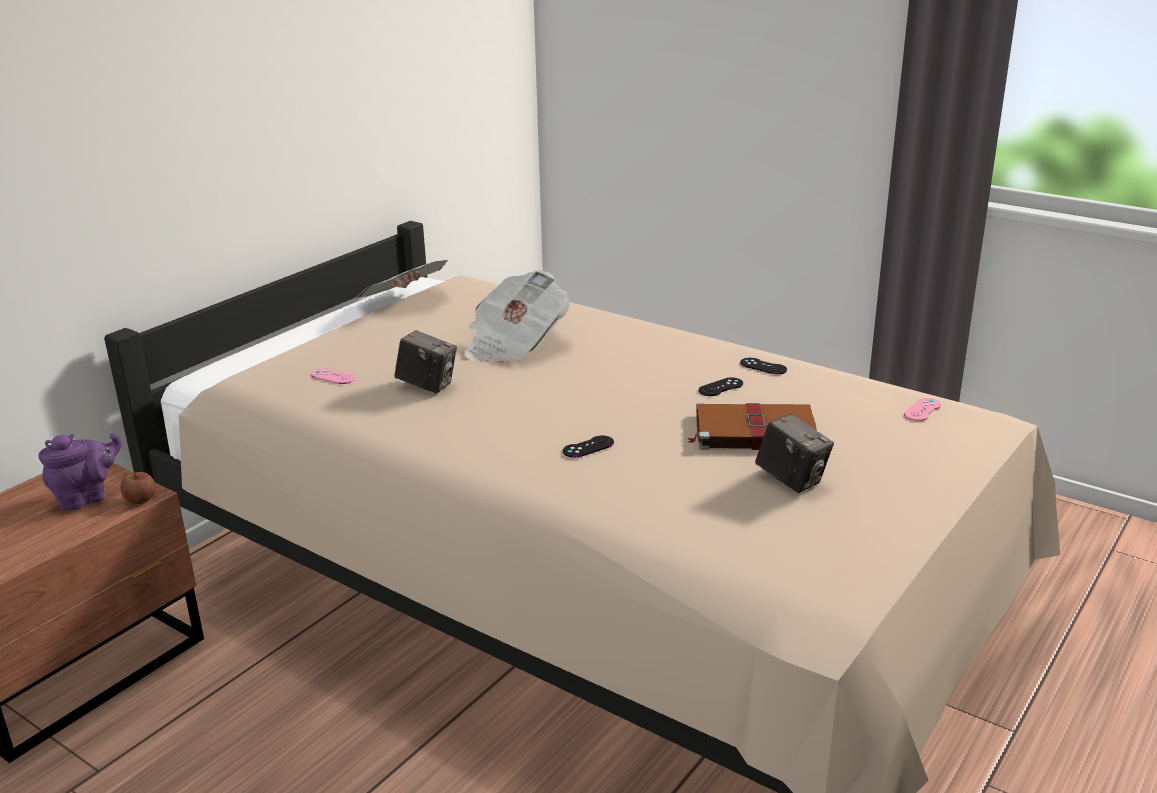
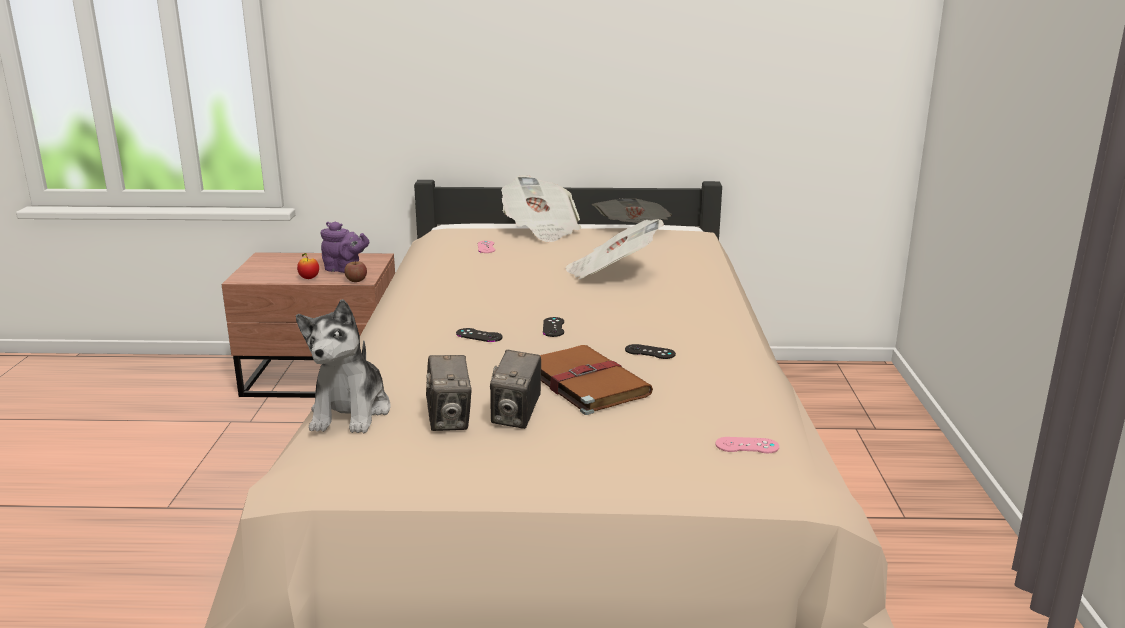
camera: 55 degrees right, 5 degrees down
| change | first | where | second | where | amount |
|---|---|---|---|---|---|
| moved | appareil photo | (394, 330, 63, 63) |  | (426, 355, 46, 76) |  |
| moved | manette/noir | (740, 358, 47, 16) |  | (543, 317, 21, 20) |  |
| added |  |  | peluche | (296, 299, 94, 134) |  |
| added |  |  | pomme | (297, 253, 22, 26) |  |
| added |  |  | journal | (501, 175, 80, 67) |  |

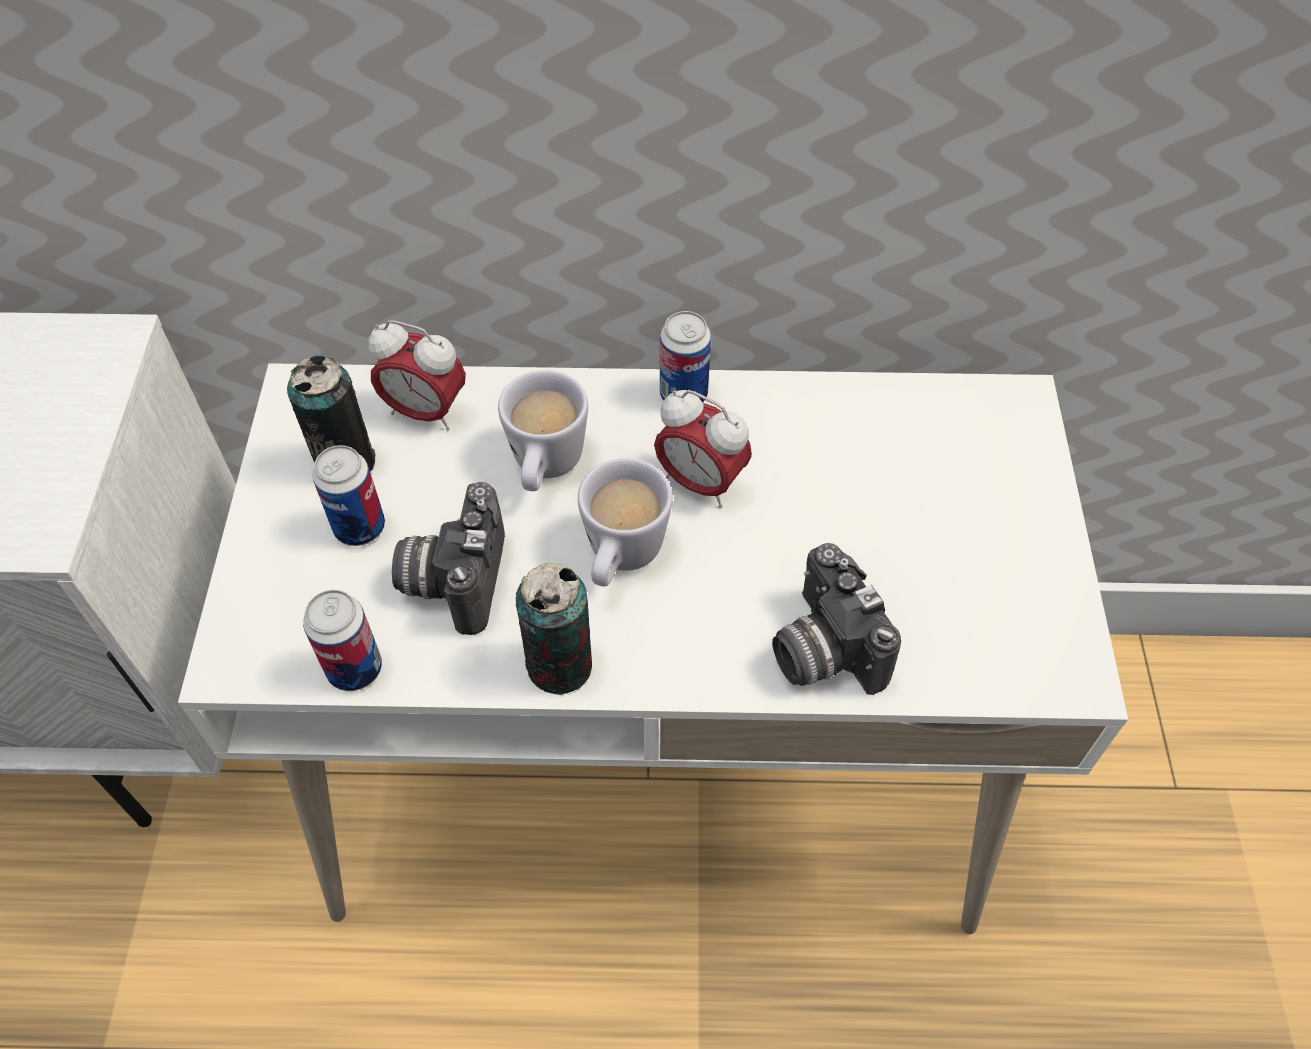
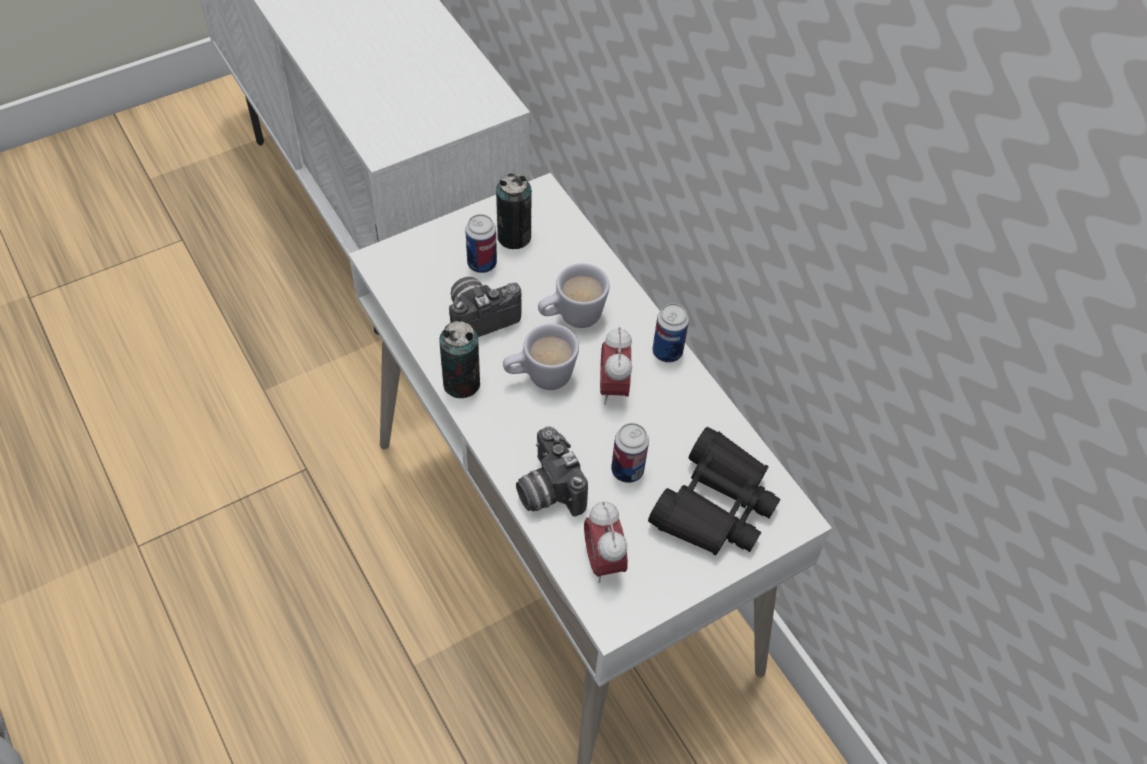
camera: 55 degrees right, 0 degrees up
| change | first | where | second | where | amount |
|---|---|---|---|---|---|
| moved | boîte métallique | (303, 590, 79, 101) |  | (611, 423, 38, 60) |  |
| moved | réveil | (368, 320, 98, 110) |  | (584, 502, 44, 81) |  |
| turned | appareil photo | (772, 543, 129, 152) |  | (516, 426, 72, 90) | 60 degrees counterclockwise |
| added |  |  | jumelles/noir | (648, 427, 133, 128) |  |

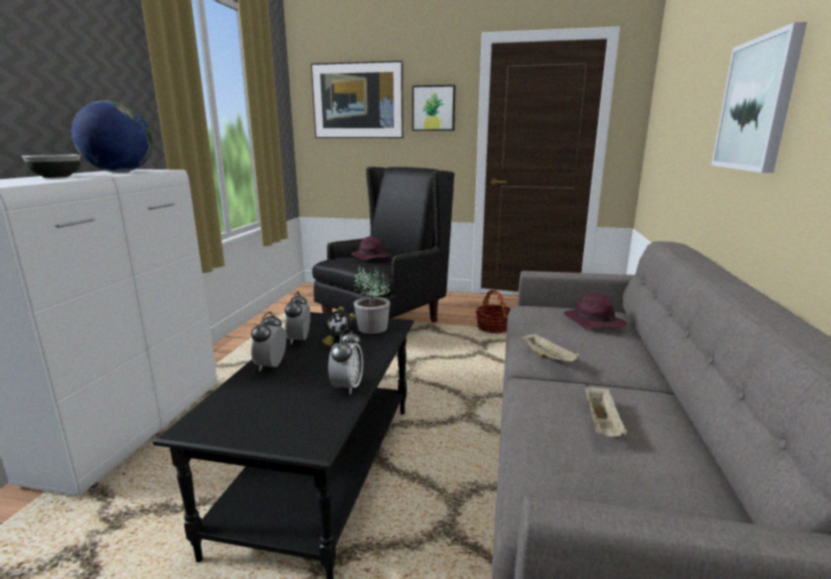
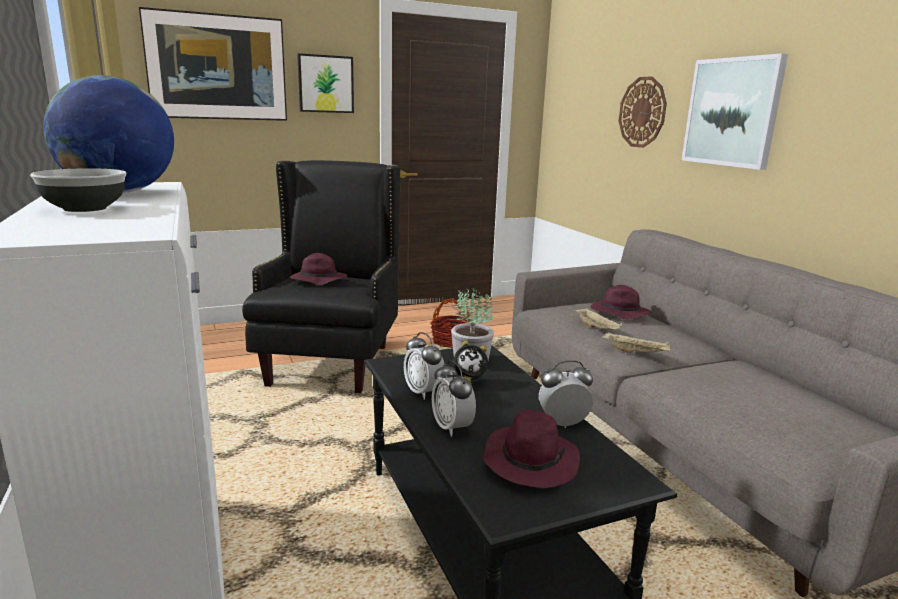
camera: 35 degrees left, 0 degrees up
| change | first | where | second | where | amount |
|---|---|---|---|---|---|
| turned | réveil | (328, 328, 35, 67) |  | (539, 360, 54, 68) | 75 degrees counterclockwise |
| moved | plateau/beige | (585, 384, 42, 53) |  | (574, 308, 48, 21) |  |
| added |  |  | chapeau/violet | (483, 410, 97, 78) |  |
| added |  |  | horloge murale | (619, 76, 48, 72) |  |

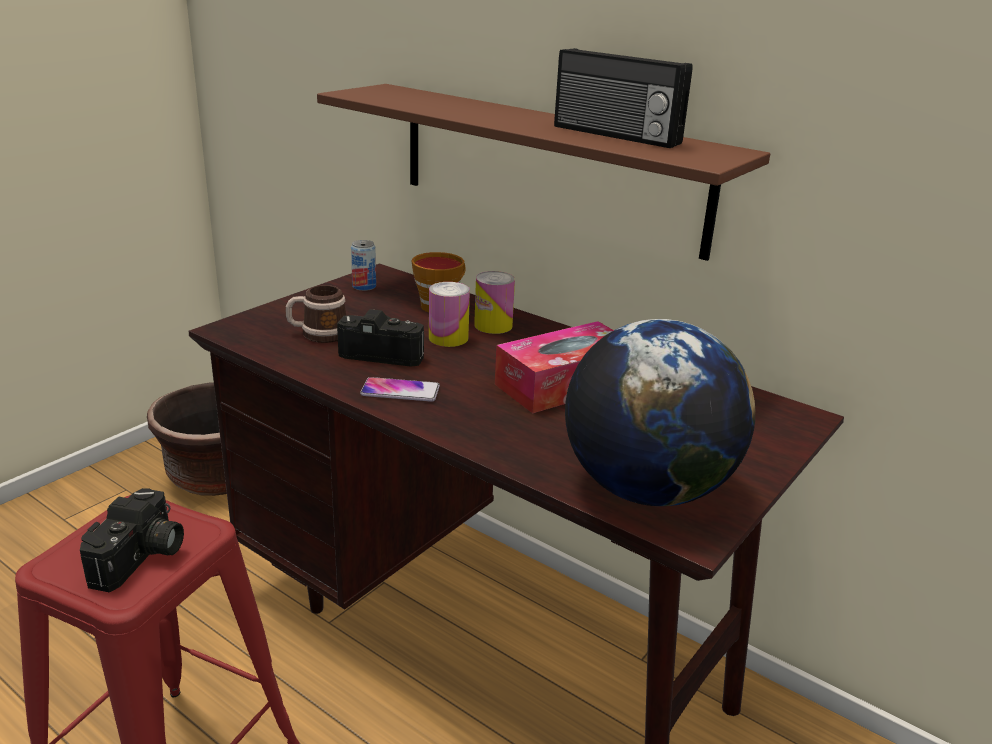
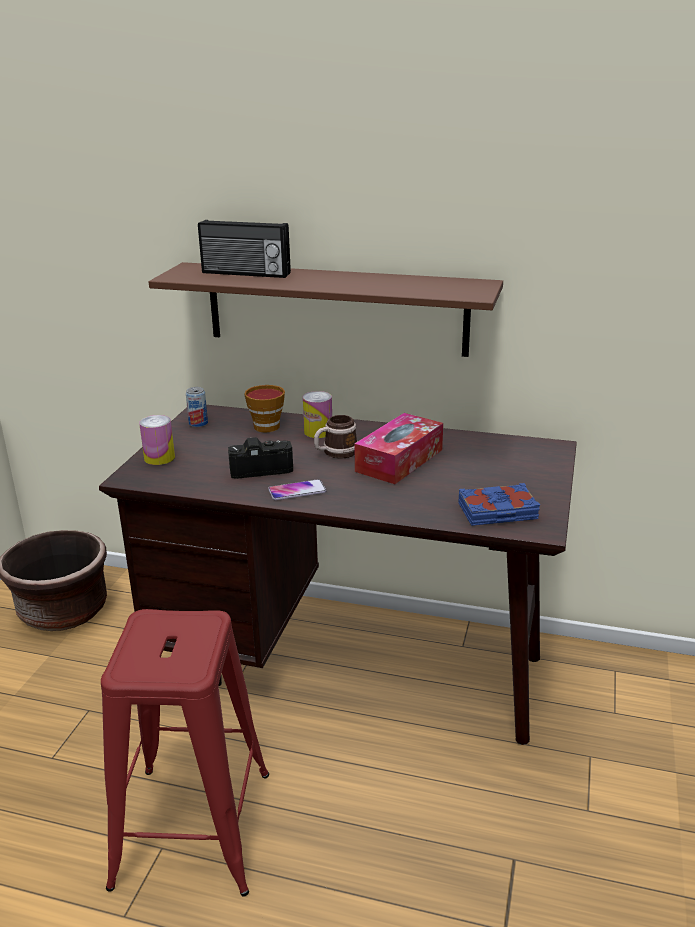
camera: 20 degrees left, 0 degrees up
| change | first | where | second | where | amount |
|---|---|---|---|---|---|
| removed | appareil photo | (80, 488, 104, 105) |  |  |  |
| moved | mug | (286, 285, 60, 58) |  | (314, 415, 44, 43) |  |
| moved | boîte métallique | (429, 282, 41, 65) |  | (139, 415, 36, 50) |  |
| moved | radio | (554, 48, 139, 100) |  | (198, 220, 93, 58) |  |
| replaced | globe | (565, 319, 190, 187) | livre/bleu | (459, 483, 81, 43) |  |

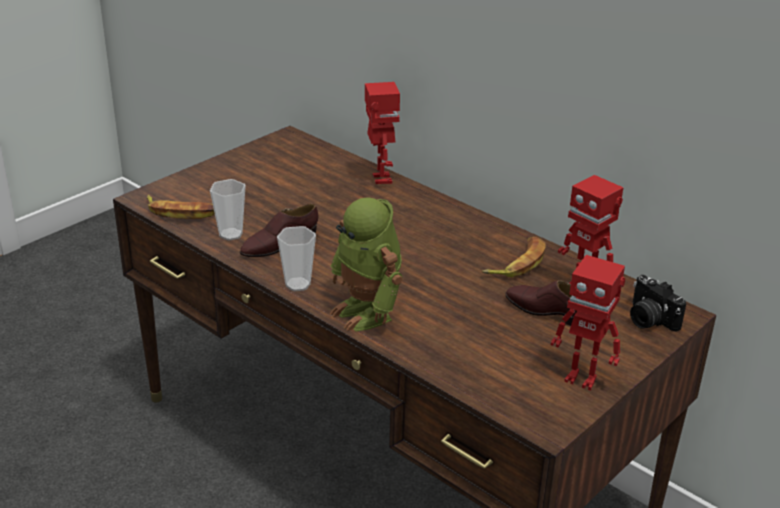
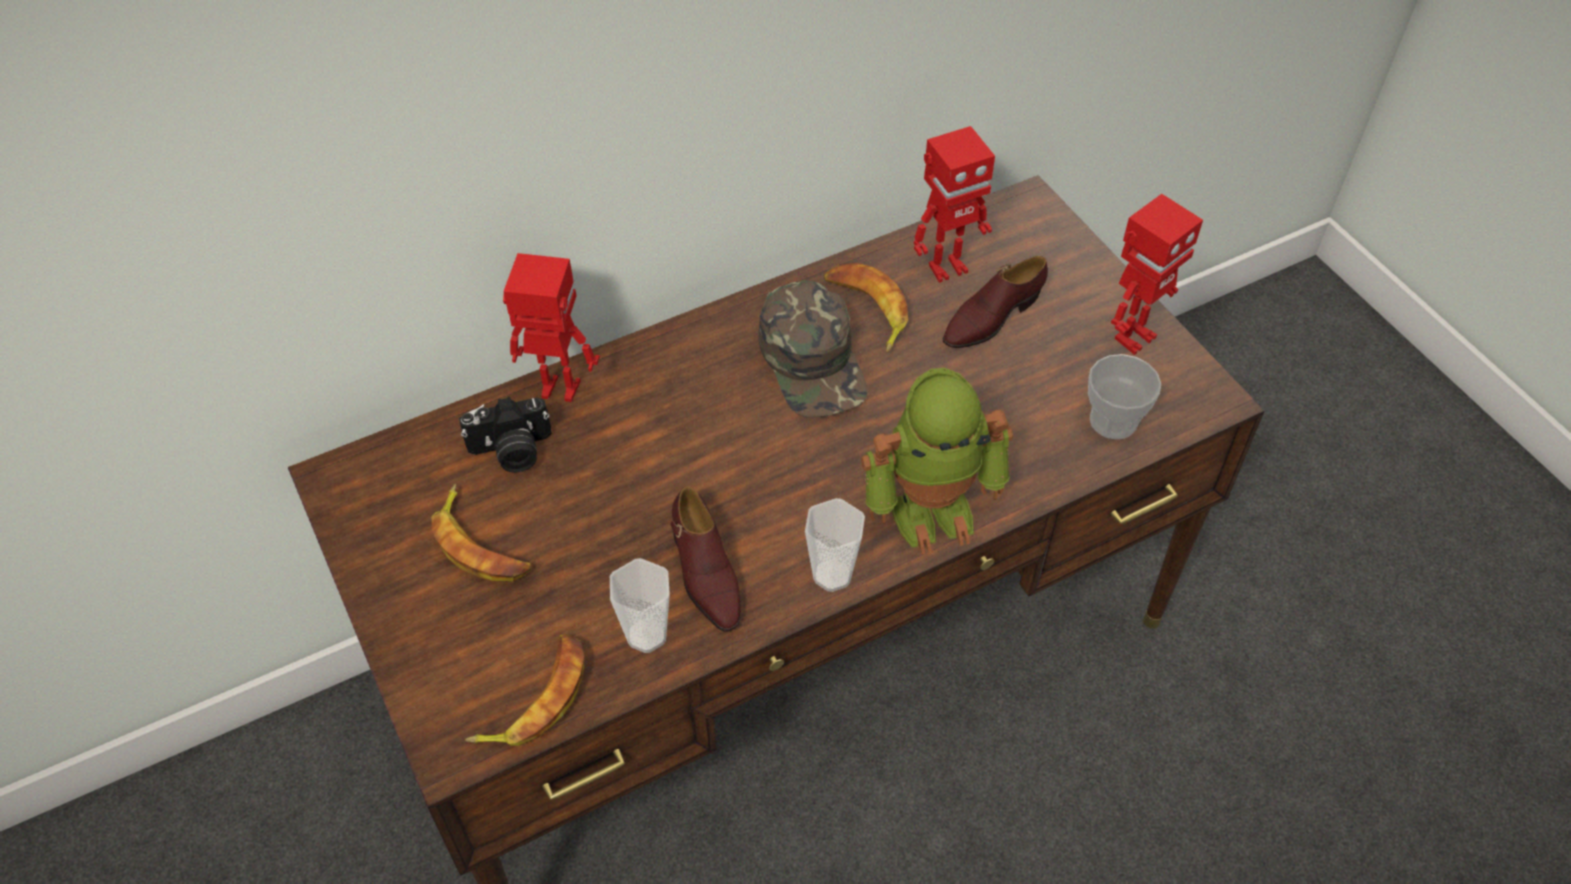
camera: 70 degrees left, 20 degrees up
| change | first | where | second | where | amount |
|---|---|---|---|---|---|
| moved | appareil photo | (630, 275, 56, 57) |  | (459, 396, 93, 77) |  |
| added |  |  | banane | (432, 484, 100, 98) |  |
| added |  |  | casquette/vert | (758, 281, 110, 137) |  |
| added |  |  | tasse | (1088, 354, 73, 85) |  |

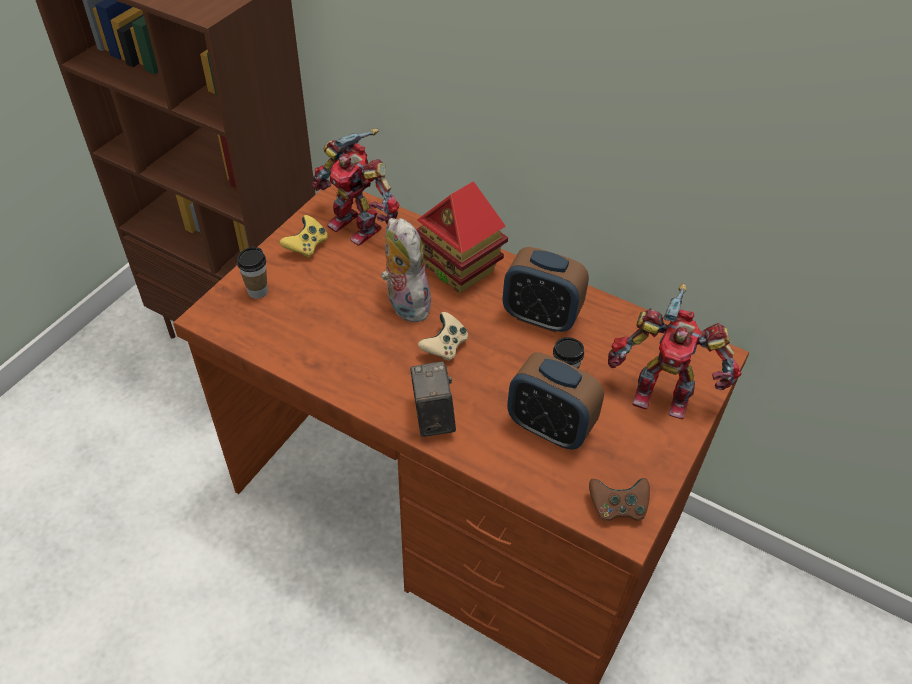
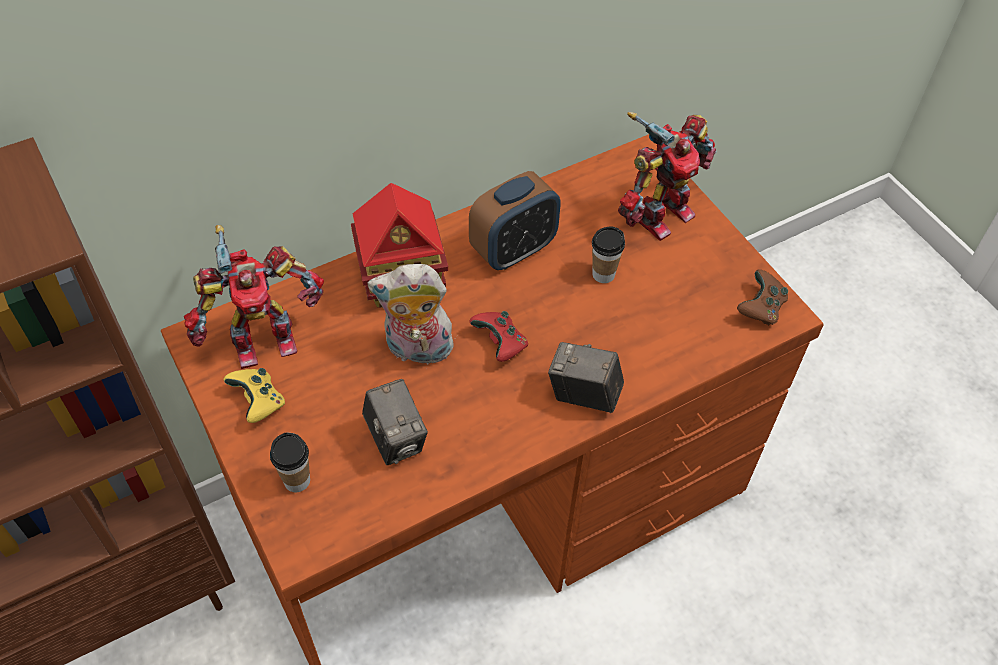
camera: 60 degrees left, 5 degrees up
| change | first | where | second | where | amount |
|---|---|---|---|---|---|
| recoloured | manette/beige | (418, 312, 50, 49) | manette/rouge | (469, 311, 59, 51) |  |
| removed | réveil | (507, 353, 97, 96) |  |  |  |
| added |  |  | appareil photo | (362, 379, 66, 86) |  |

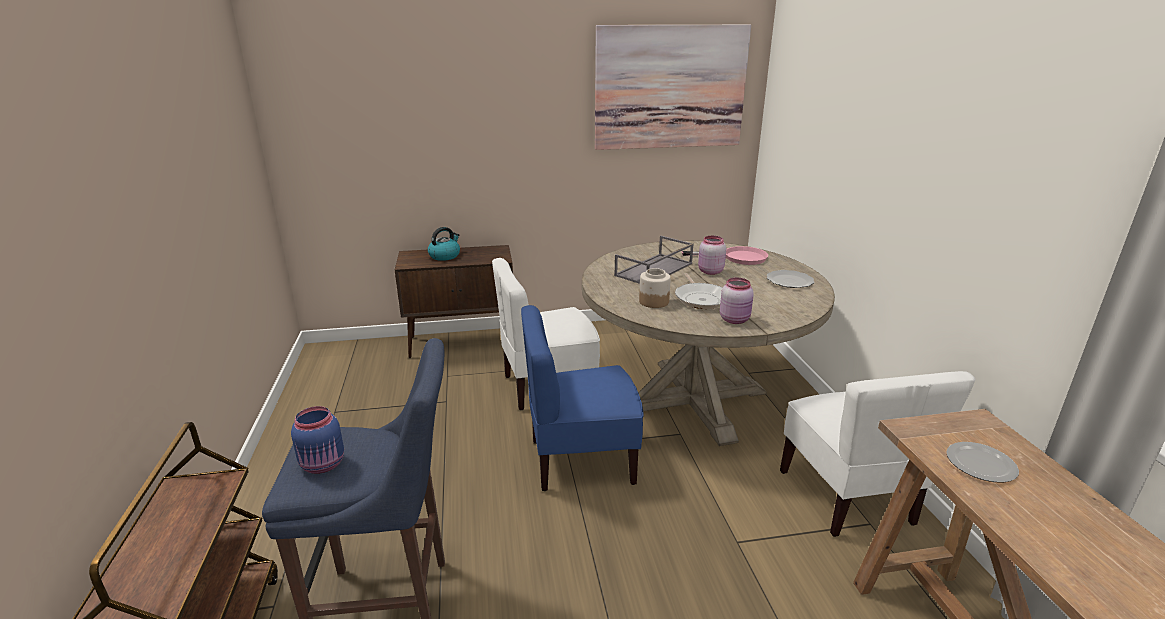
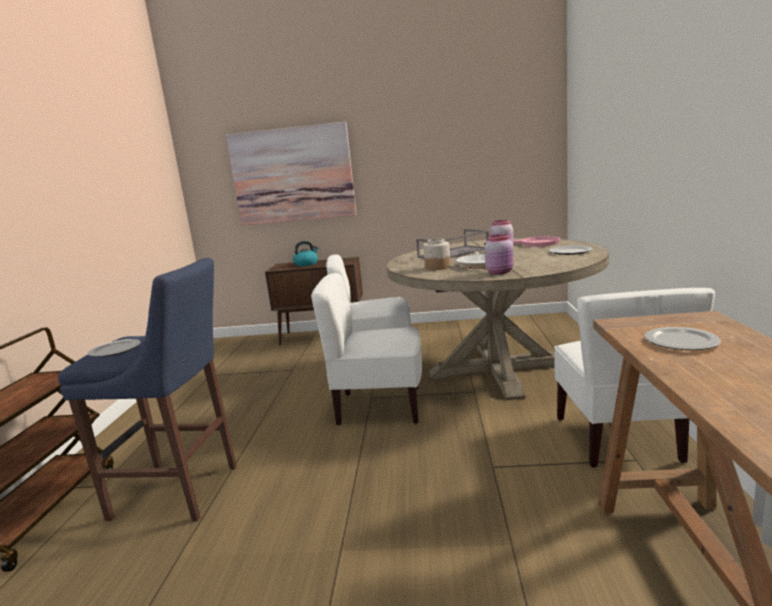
camera: 15 degrees right, 10 degrees down
| change | first | where | second | where | amount |
|---|---|---|---|---|---|
| replaced | bocal/bleu | (291, 406, 53, 68) | assiette | (88, 339, 53, 18) |  |
| recoloured | chaise/bleu | (521, 305, 123, 186) | chaise/blanc | (311, 273, 111, 153) |  |
| moved | tableau | (595, 25, 156, 125) |  | (226, 122, 131, 104) |  |

